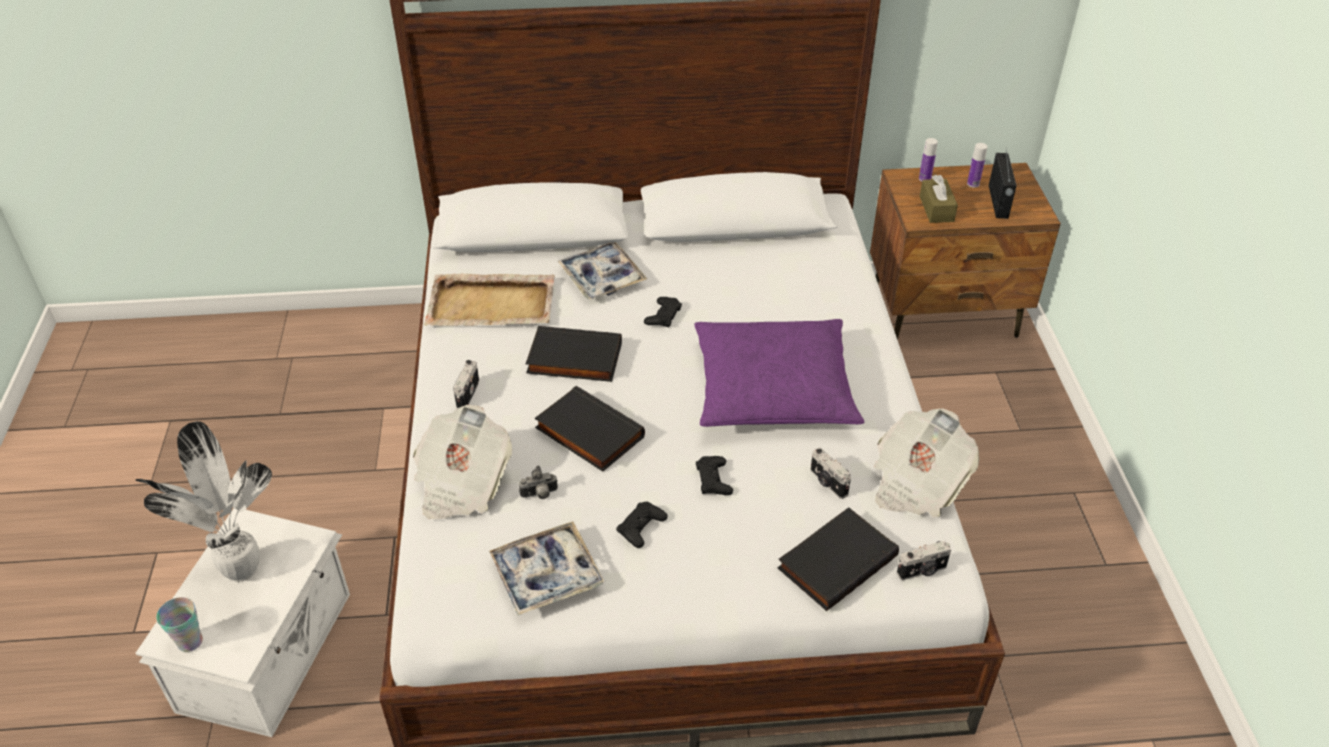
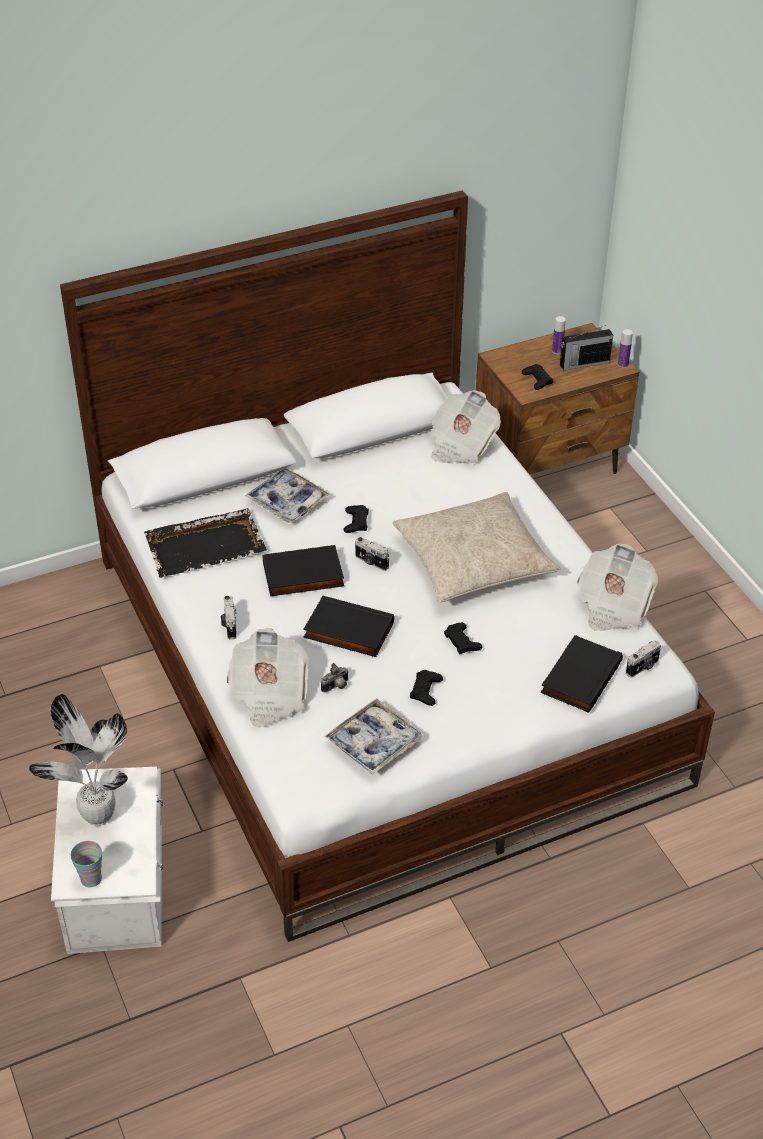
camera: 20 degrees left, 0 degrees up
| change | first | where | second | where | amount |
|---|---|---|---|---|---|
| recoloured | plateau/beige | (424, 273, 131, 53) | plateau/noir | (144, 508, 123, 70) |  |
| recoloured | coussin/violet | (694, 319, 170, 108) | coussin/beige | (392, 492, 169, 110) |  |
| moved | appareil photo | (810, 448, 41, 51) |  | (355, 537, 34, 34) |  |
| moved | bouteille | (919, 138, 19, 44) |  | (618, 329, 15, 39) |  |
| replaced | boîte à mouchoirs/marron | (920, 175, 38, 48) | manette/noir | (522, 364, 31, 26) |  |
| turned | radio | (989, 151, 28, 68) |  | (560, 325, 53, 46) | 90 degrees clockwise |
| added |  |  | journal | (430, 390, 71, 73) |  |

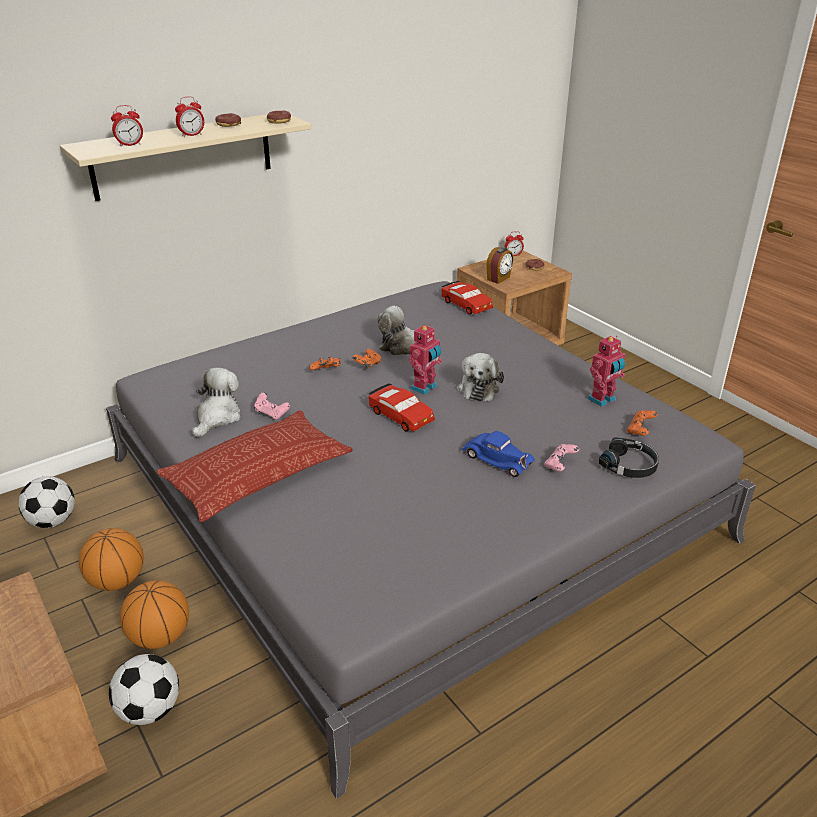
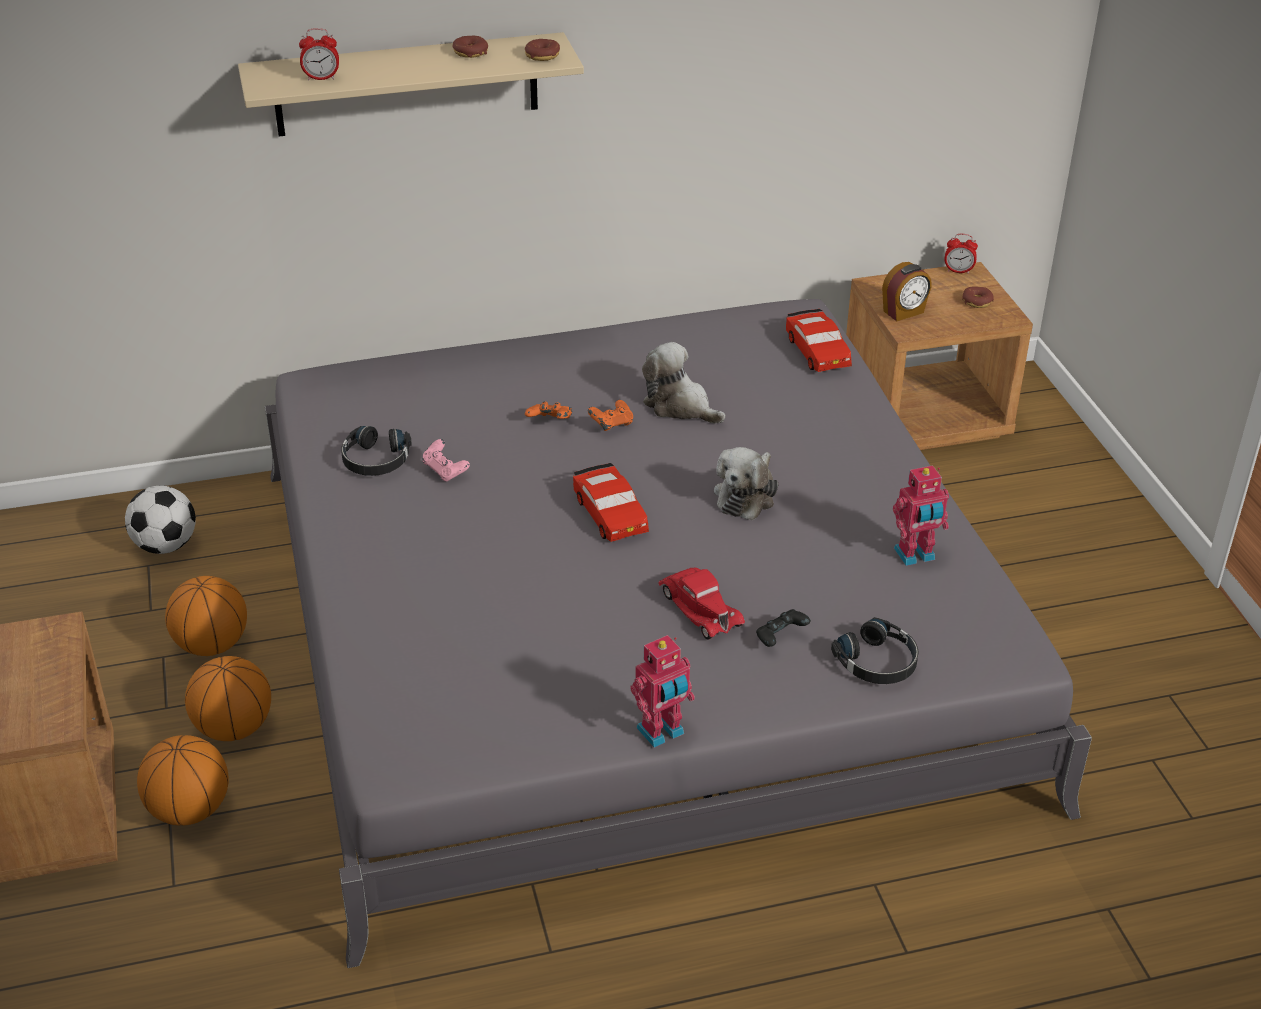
camera: 20 degrees right, 5 degrees up
| change | first | where | second | where | amount |
|---|---|---|---|---|---|
| replaced | ballon de foot | (109, 654, 70, 71) | ballon de basket | (137, 735, 92, 90) |  |
| removed | coussin | (157, 410, 196, 112) |  |  |  |
| removed | réveil | (175, 96, 29, 41) |  |  |  |
| replaced | peluche | (192, 367, 49, 70) | casque audio/noir | (341, 426, 71, 50) |  |
| moved | robot jouet | (409, 324, 33, 71) |  | (630, 635, 65, 113) |  |
| recoloured | petite voiture/bleu | (462, 431, 73, 46) | petite voiture/rouge | (659, 568, 86, 71) |  |
| recoloured | manette/rose | (544, 444, 35, 27) | manette/noir | (756, 609, 55, 38) |  |
| removed | manette/orange | (627, 410, 31, 25) |  |  |  |

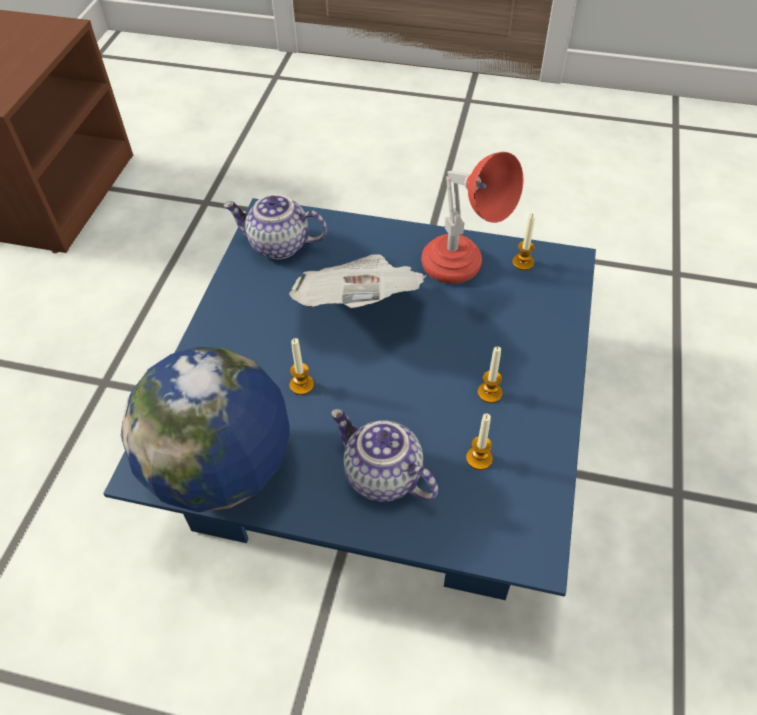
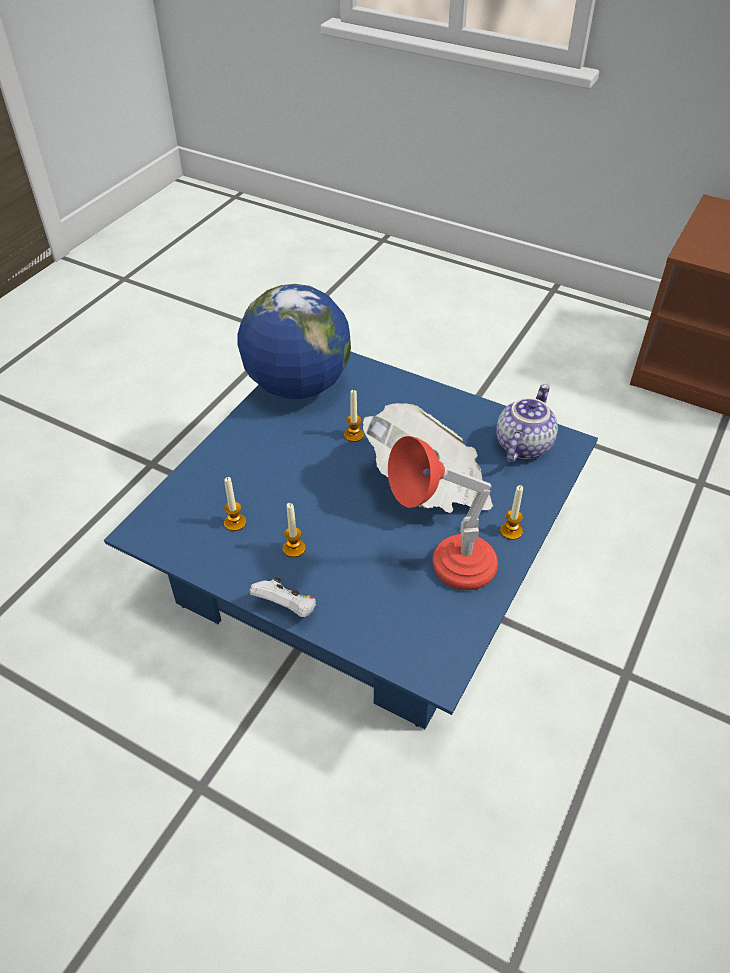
camera: 105 degrees right, 5 degrees down
| change | first | where | second | where | amount |
|---|---|---|---|---|---|
| removed | théière | (331, 409, 108, 93) |  |  |  |
| moved | bougie | (512, 213, 23, 57) |  | (500, 485, 23, 55) |  |
| added |  |  | manette/blanc | (249, 577, 67, 40) |  |

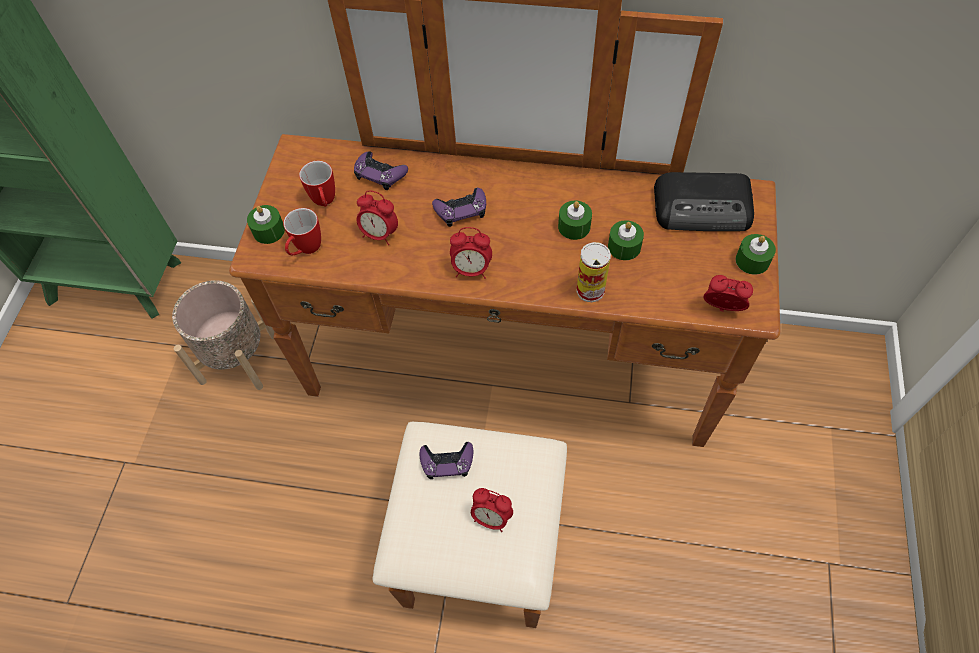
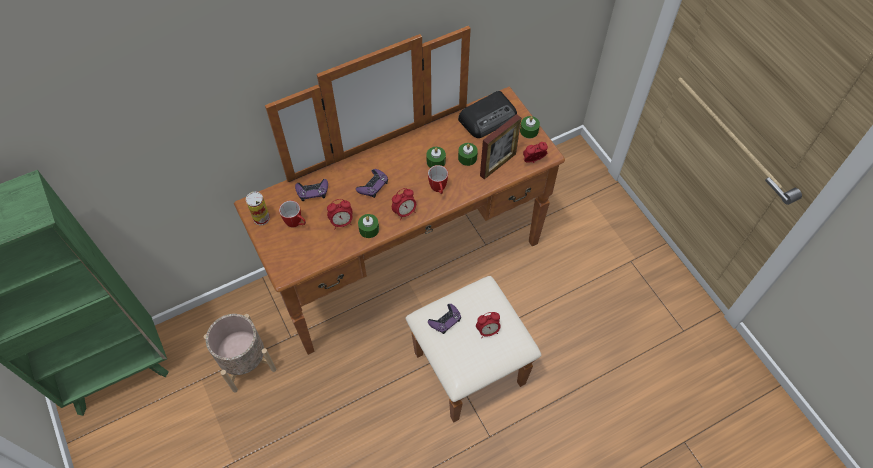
camera: 40 degrees left, 0 degrees up
| change | first | where | second | where | amount |
|---|---|---|---|---|---|
| moved | bougie/vert | (247, 205, 38, 39) |  | (358, 214, 21, 24) |  |
| moved | mug | (283, 208, 38, 47) |  | (428, 165, 20, 29) |  |
| moved | boîte métallique | (576, 242, 35, 60) |  | (246, 192, 24, 33) |  |
| added |  |  | cadre photo | (480, 114, 41, 65) |  |

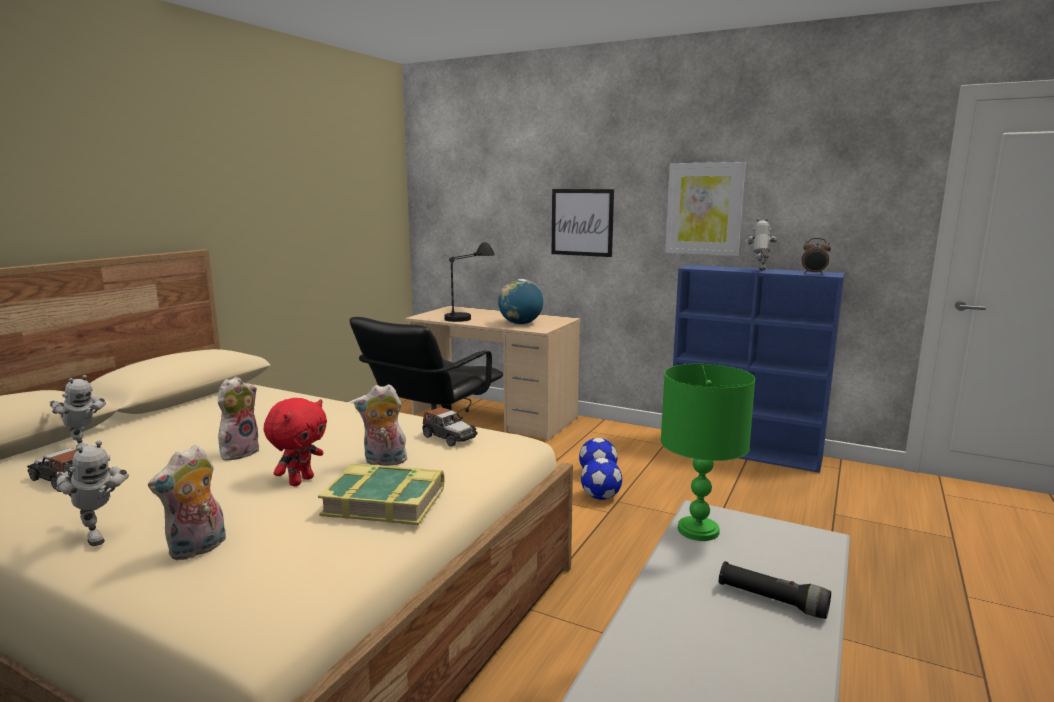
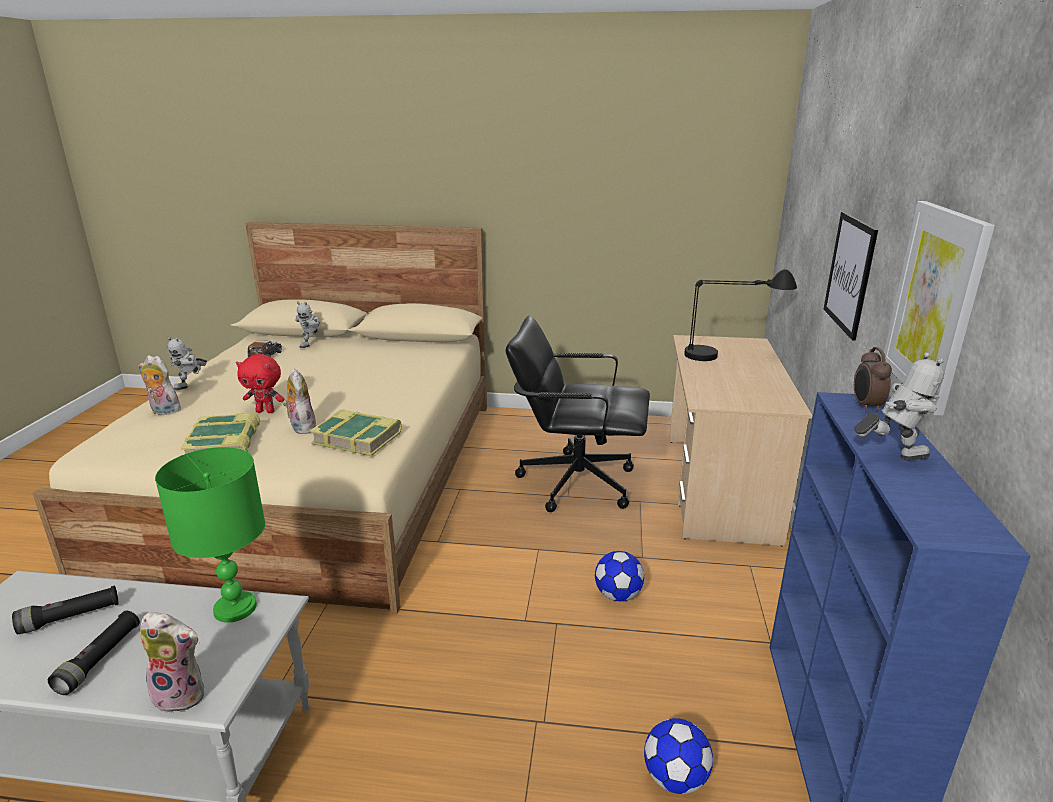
camera: 70 degrees right, 10 degrees up
| change | first | where | second | where | amount |
|---|---|---|---|---|---|
| moved | peluche | (218, 377, 41, 84) |  | (140, 612, 64, 101) |  |
| replaced | petite voiture | (422, 407, 56, 40) | livre | (310, 409, 92, 47) |  |
| removed | globe | (498, 279, 45, 45) |  |  |  |
| moved | ballon de foot | (581, 458, 41, 42) |  | (644, 718, 69, 76) |  |
| moved | réveil | (802, 238, 29, 36) |  | (854, 347, 38, 65) |  |
| added |  |  | lampe de poche/noir | (12, 586, 106, 48) |  |

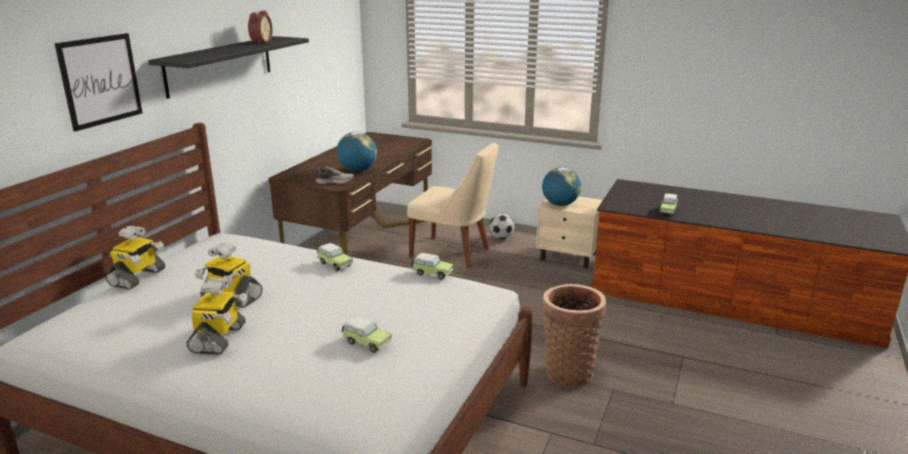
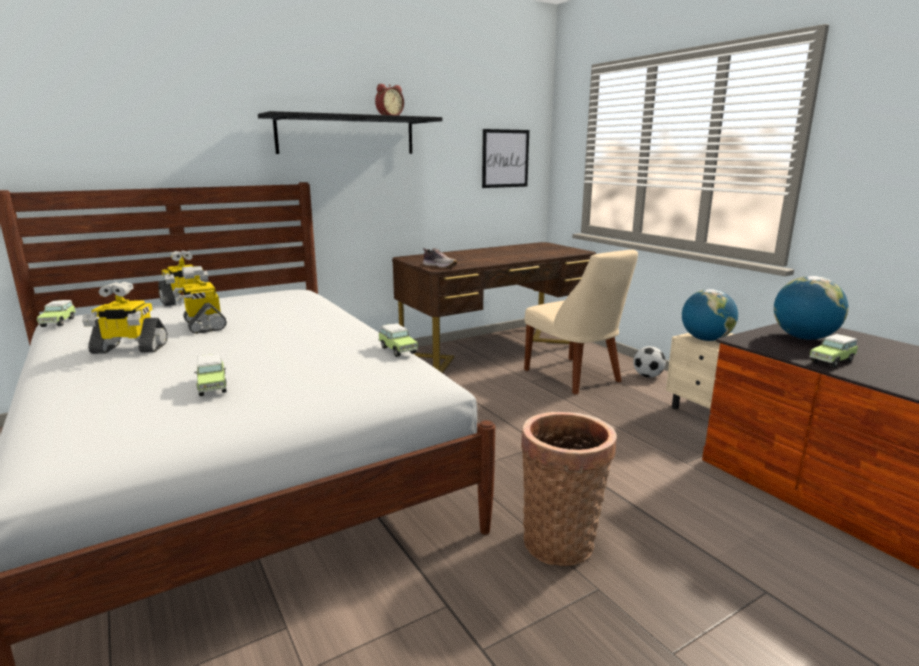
camera: 35 degrees right, 5 degrees down
| change | first | where | second | where | amount |
|---|---|---|---|---|---|
| moved | tableau | (54, 33, 88, 98) |  | (482, 129, 47, 59) |  |
| turned | robot jouet | (186, 278, 61, 77) |  | (82, 282, 86, 72) | 45 degrees clockwise |
| moved | petite voiture | (317, 243, 36, 28) |  | (37, 300, 39, 27) |  |
| moved | globe | (336, 132, 41, 40) |  | (774, 276, 74, 64) |  |

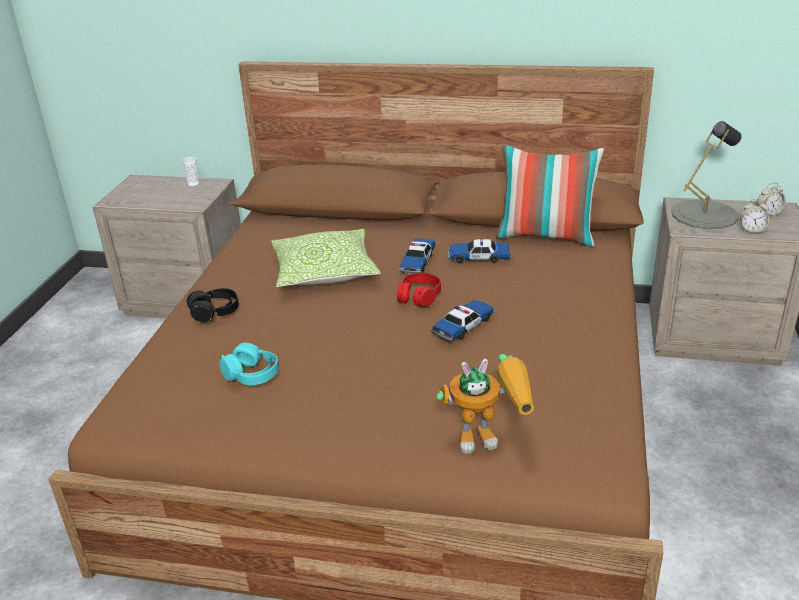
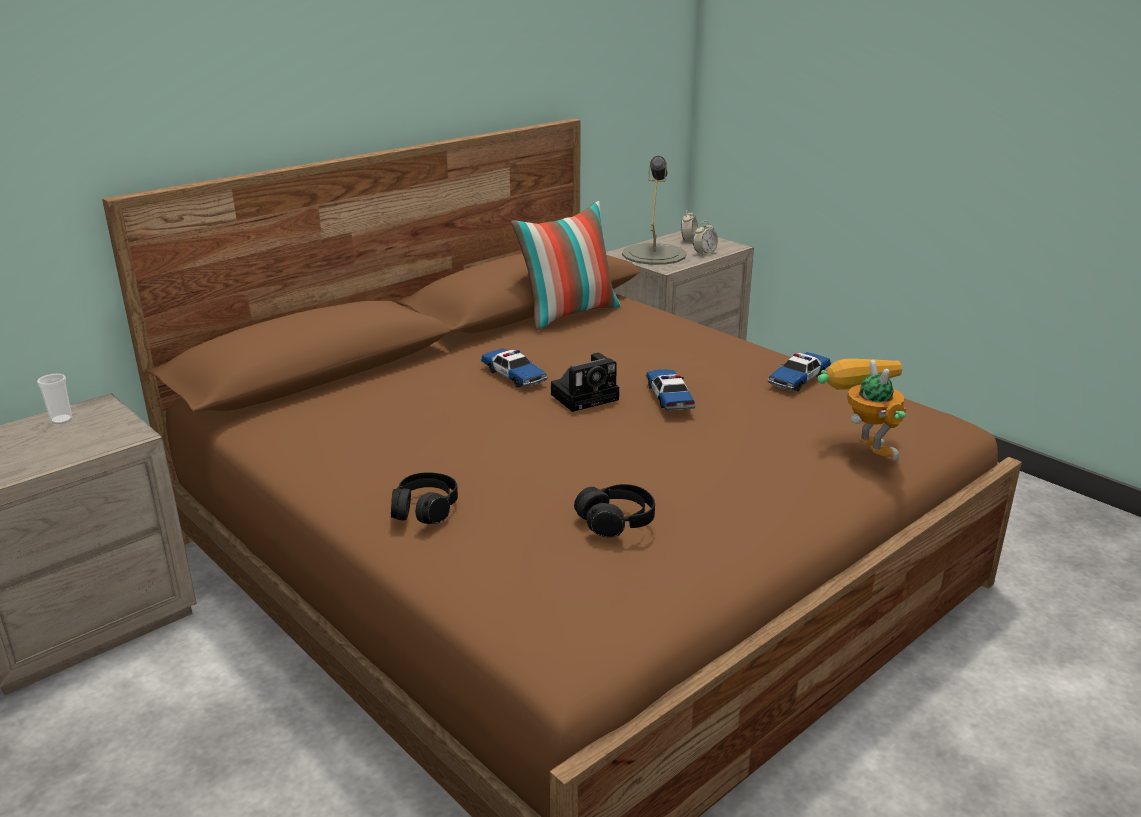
camera: 55 degrees left, 5 degrees down
| change | first | where | second | where | amount |
|---|---|---|---|---|---|
| recoloured | casque audio/turquoise | (219, 343, 60, 42) | casque audio/noir | (574, 484, 81, 53) |  |
| removed | coussin | (271, 229, 110, 58) |  |  |  |
| replaced | casque audio/rouge | (397, 273, 44, 34) | appareil photo | (551, 353, 68, 59) |  |
| turned | robot jouet | (437, 354, 97, 100) |  | (818, 359, 88, 101) | 45 degrees counterclockwise |
| moved | petite voiture | (448, 237, 63, 26) |  | (768, 352, 63, 39) |  |

